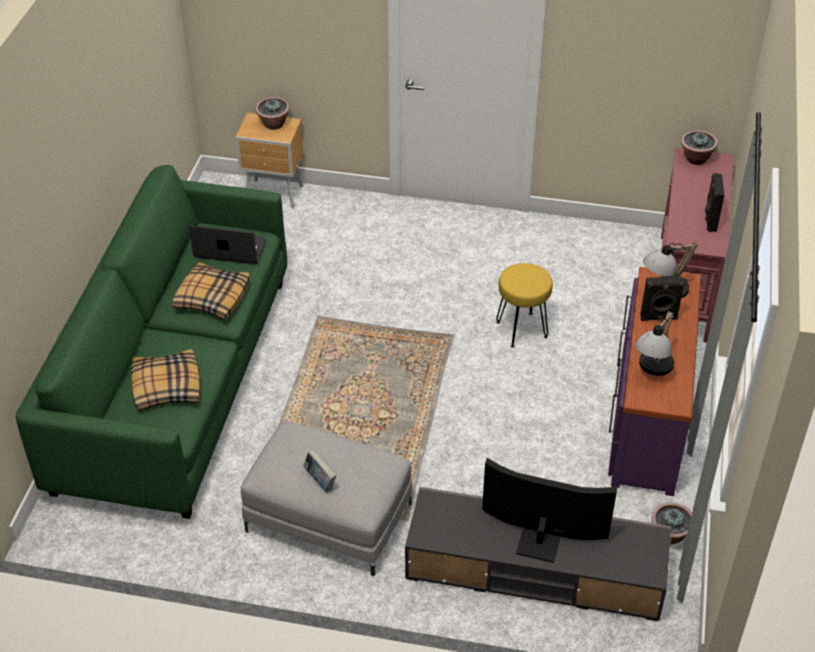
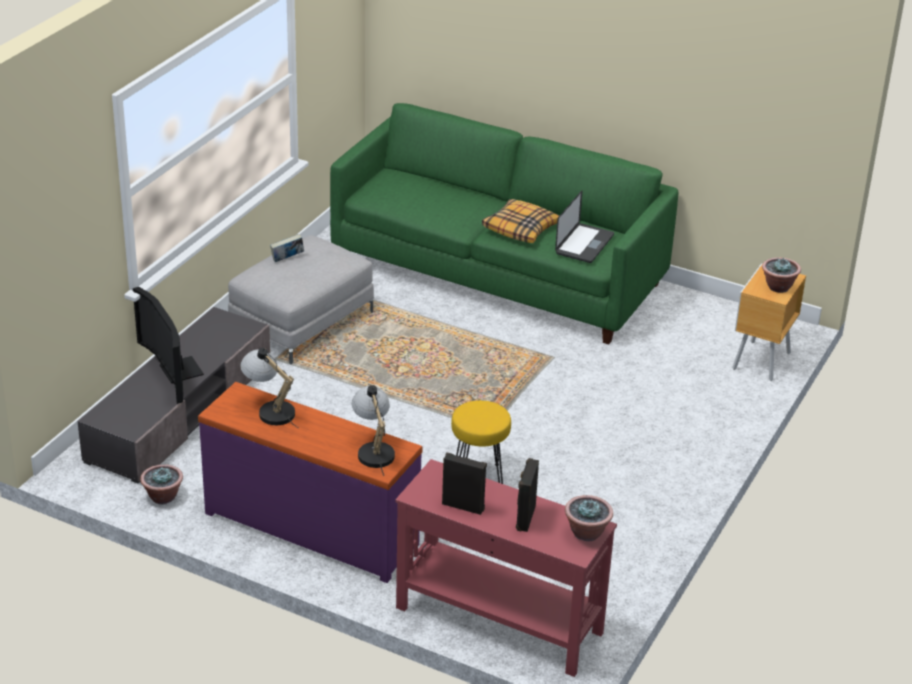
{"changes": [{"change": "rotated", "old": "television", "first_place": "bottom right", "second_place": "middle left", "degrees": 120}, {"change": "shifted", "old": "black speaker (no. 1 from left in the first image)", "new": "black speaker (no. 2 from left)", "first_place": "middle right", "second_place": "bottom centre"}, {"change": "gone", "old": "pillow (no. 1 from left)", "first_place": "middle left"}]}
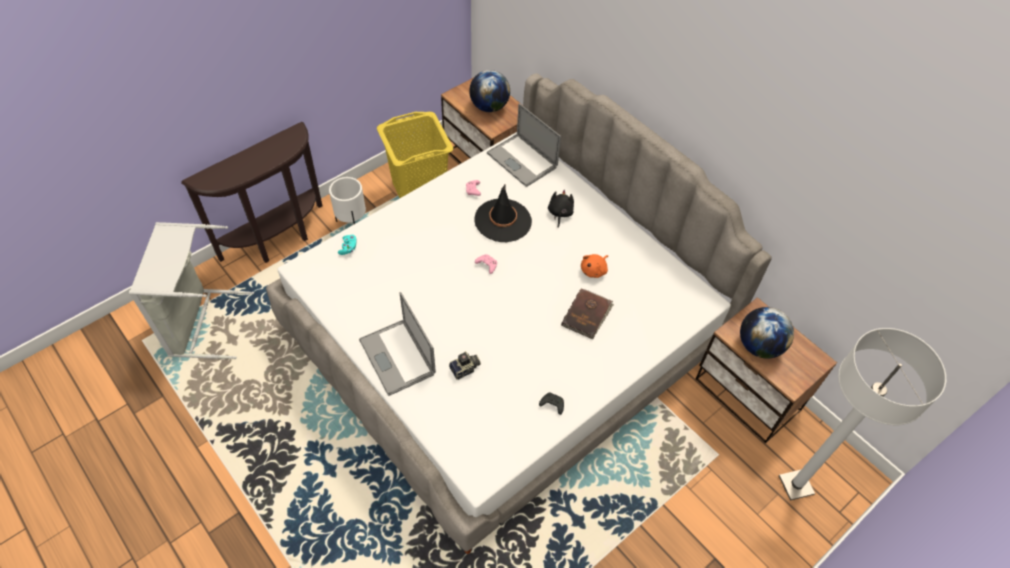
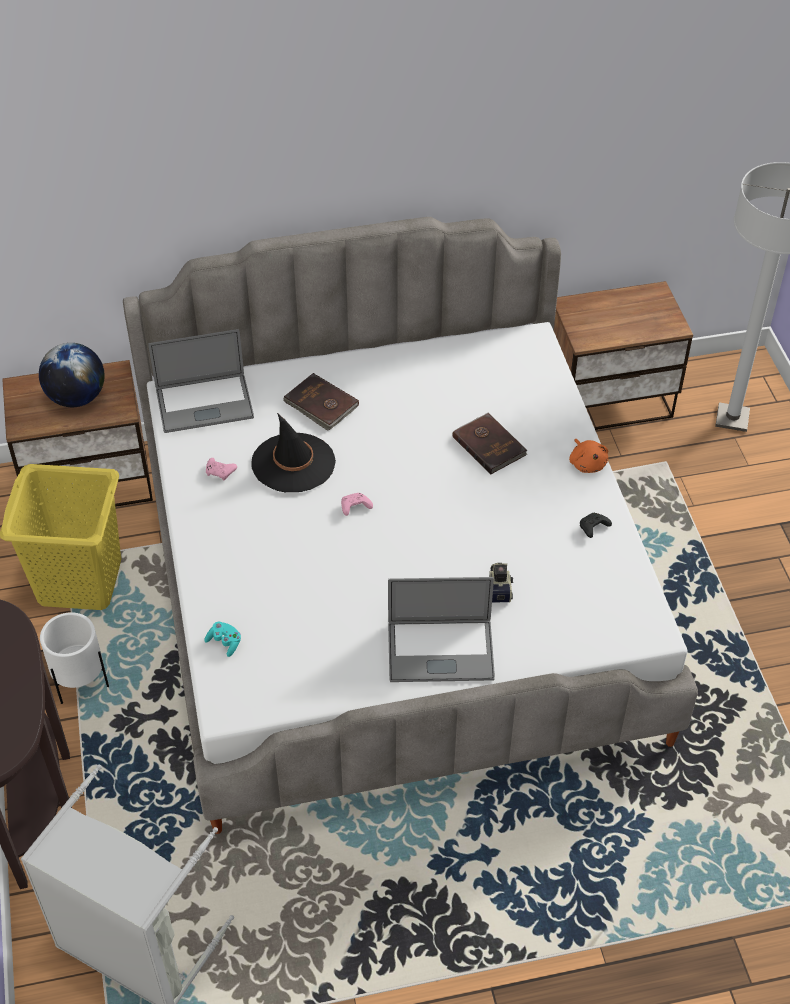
{"changes": [{"change": "swapped", "old": "black plush toy", "new": "brown book (no. 1 from left)", "first_place": "centre", "second_place": "centre"}, {"change": "shifted", "old": "orange plush toy", "first_place": "centre", "second_place": "middle right"}, {"change": "gone", "old": "globe (no. 2 from left)", "first_place": "middle right"}]}
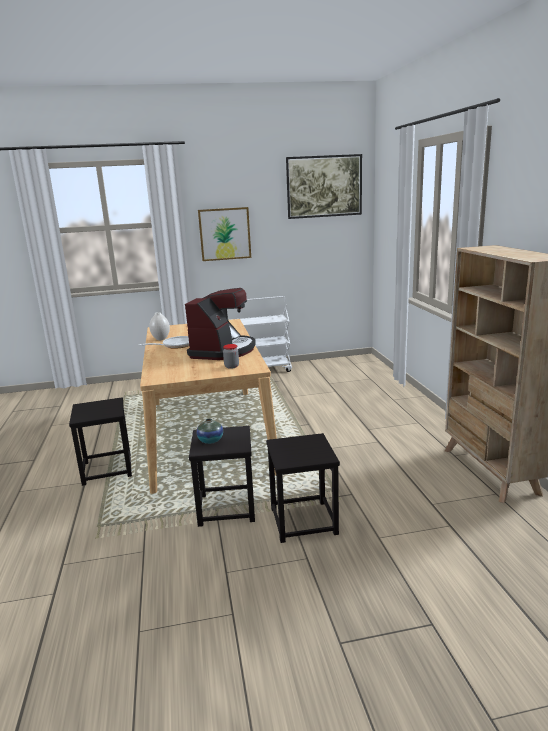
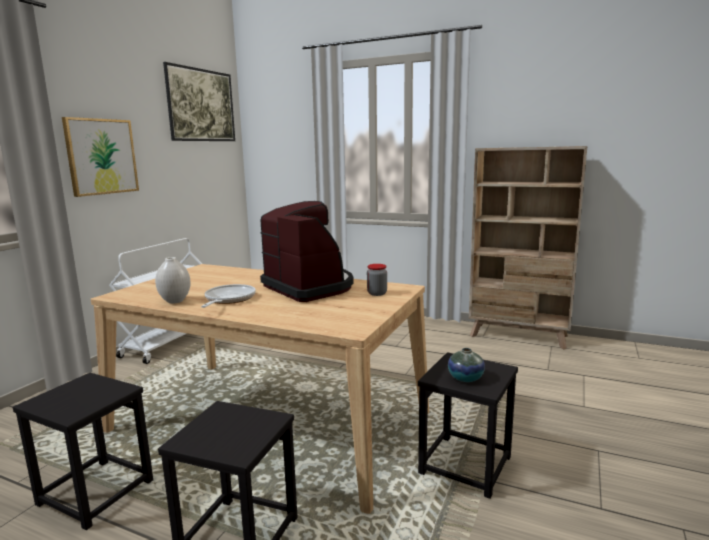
{"changes": [{"change": "shifted", "old": "black stool (no. 3 from left in the first image)", "new": "black stool (no. 1 from left)", "first_place": "bottom centre", "second_place": "bottom left"}]}
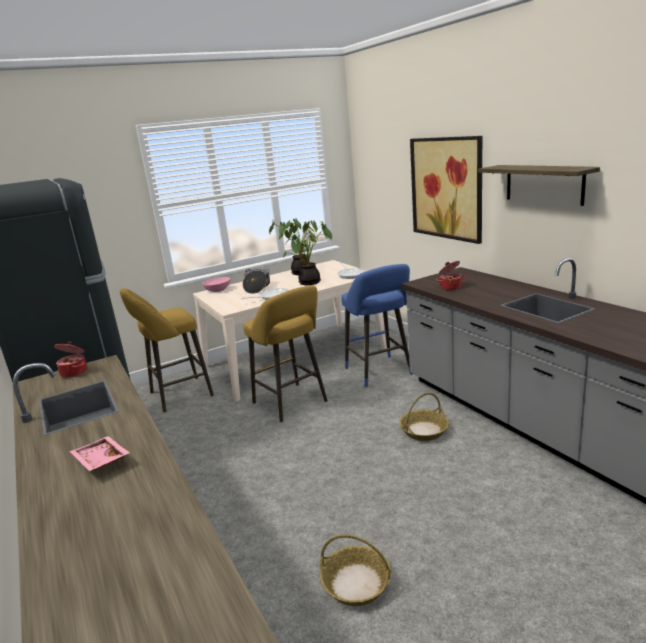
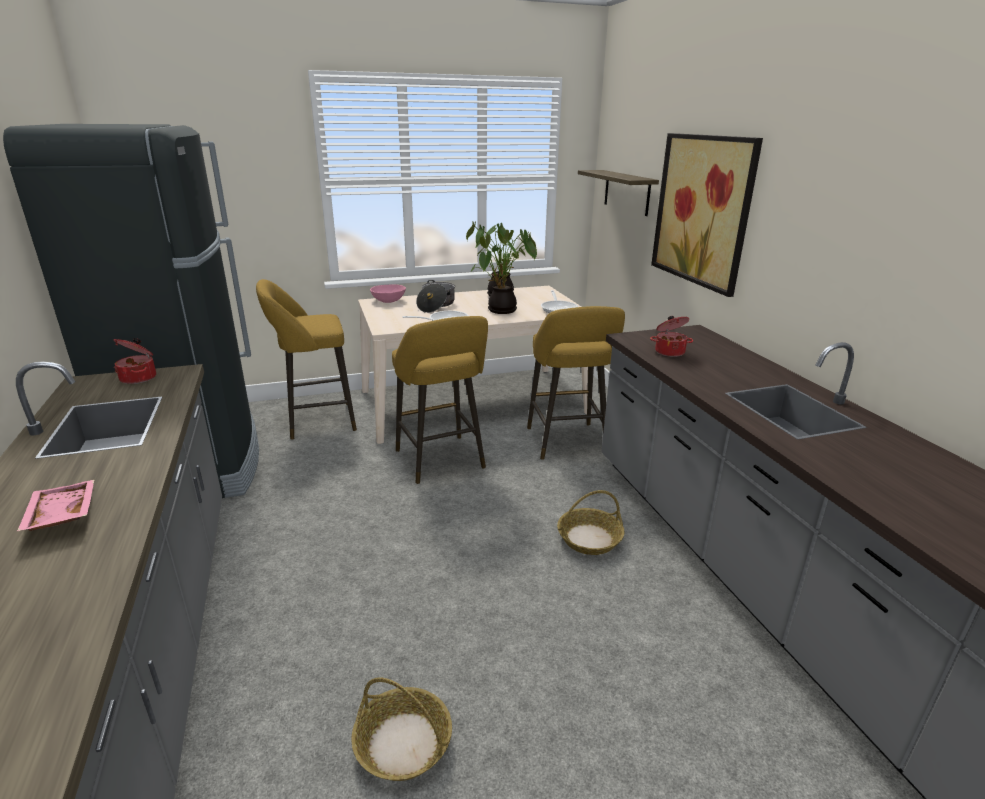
{"changes": [{"change": "repainted", "old": "blue stool", "new": "yellow stool (no. 3 from left)", "first_place": "centre", "second_place": "centre"}, {"change": "shifted", "old": "shelf", "first_place": "top right", "second_place": "top centre"}]}
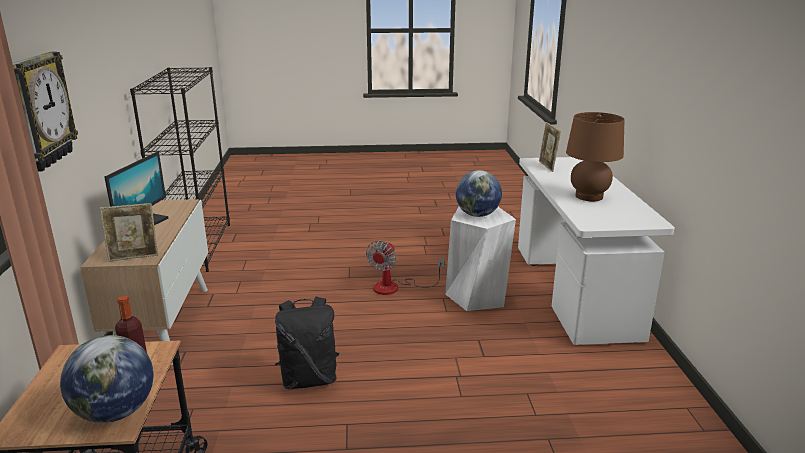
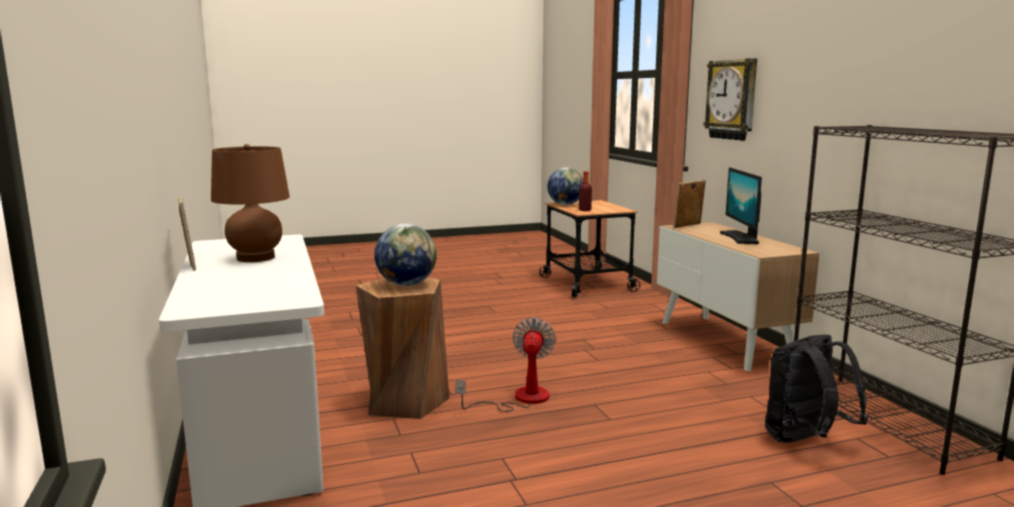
{"changes": [{"change": "shifted", "old": "picture frame (no. 2 from left in the first image)", "new": "picture frame (no. 1 from left)", "first_place": "top right", "second_place": "middle left"}, {"change": "repainted", "old": "white stool", "new": "brown stool", "first_place": "centre", "second_place": "bottom centre"}, {"change": "shifted", "old": "black backpack", "first_place": "bottom centre", "second_place": "bottom right"}]}
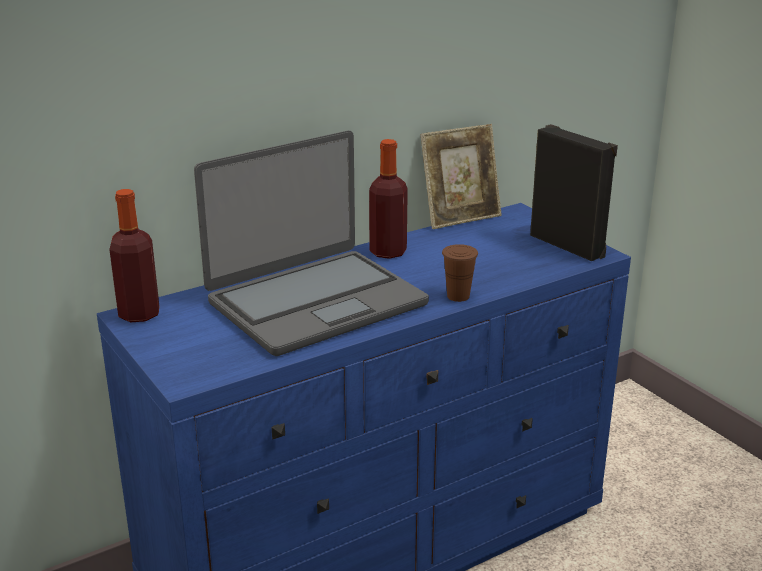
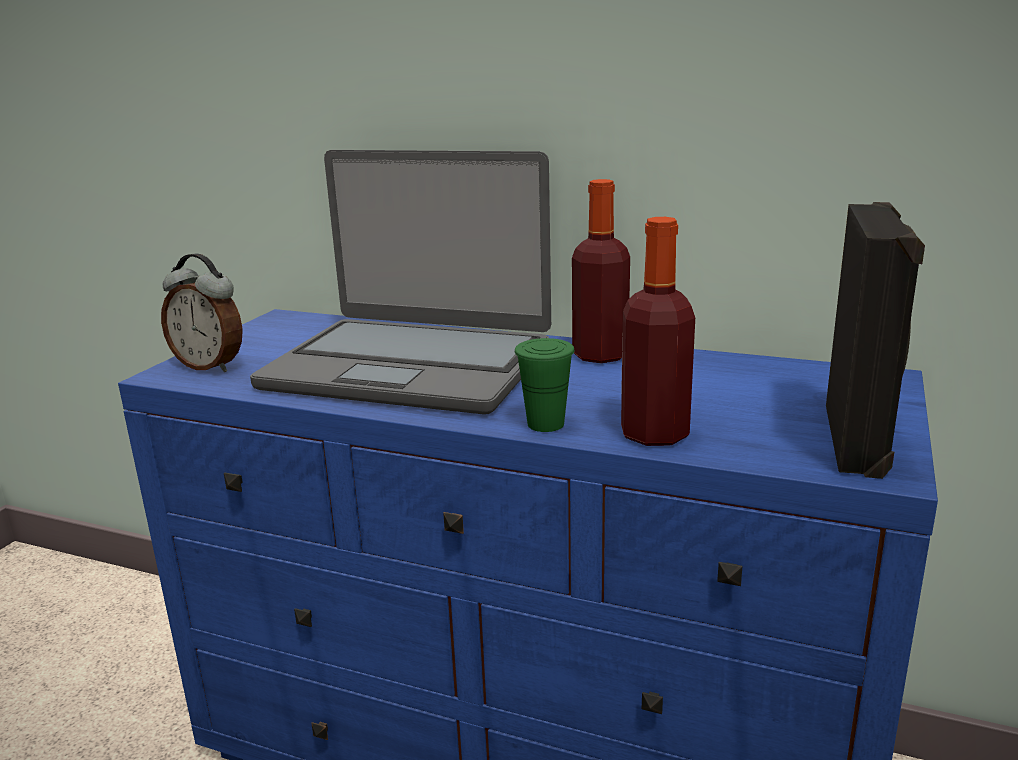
{"changes": [{"change": "new", "new": "alarm clock", "second_place": "middle left"}, {"change": "repainted", "old": "brown cup", "new": "green cup", "first_place": "centre", "second_place": "centre"}, {"change": "shifted", "old": "bottle (no. 1 from left in the first image)", "new": "bottle (no. 2 from left)", "first_place": "middle left", "second_place": "centre"}, {"change": "gone", "old": "picture frame", "first_place": "top centre"}]}
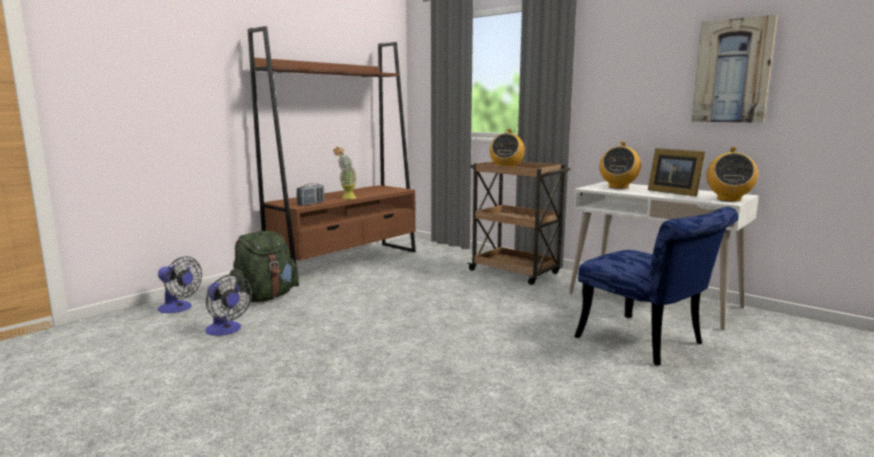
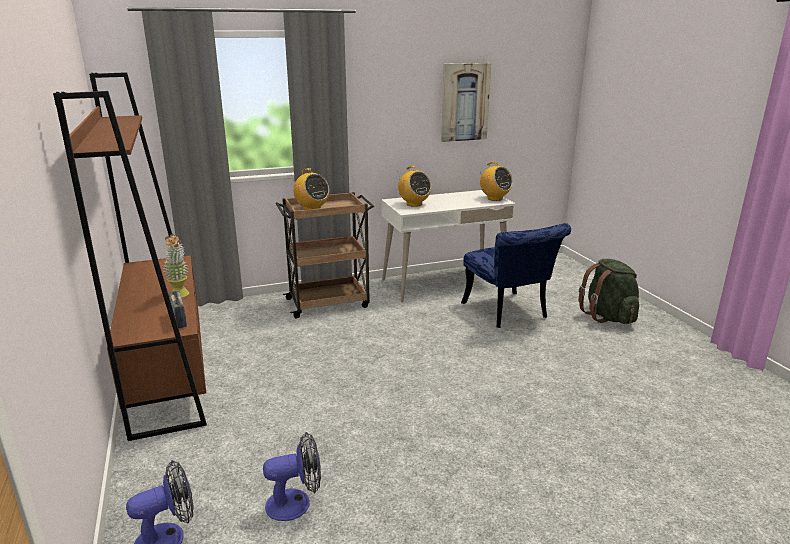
{"changes": [{"change": "rotated", "old": "blue chair", "first_place": "middle right", "second_place": "centre", "degrees": 75}, {"change": "shifted", "old": "green backpack", "first_place": "middle left", "second_place": "middle right"}, {"change": "gone", "old": "picture frame", "first_place": "middle right"}]}
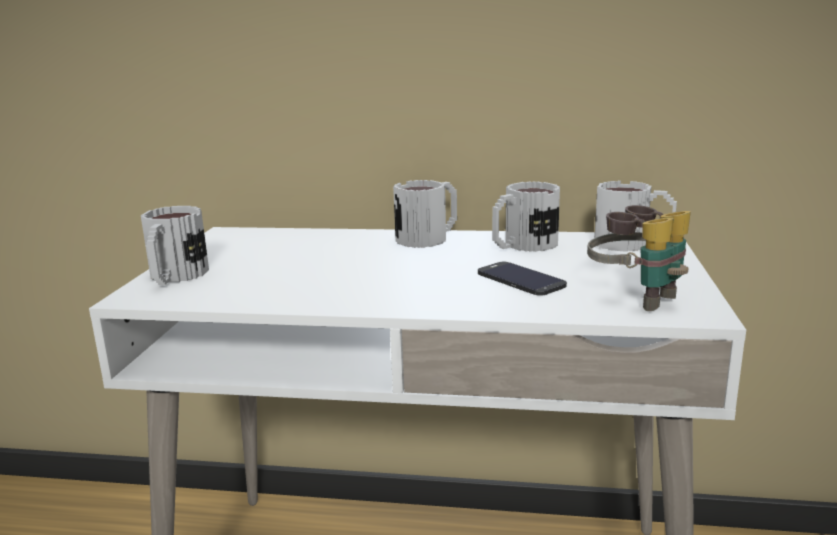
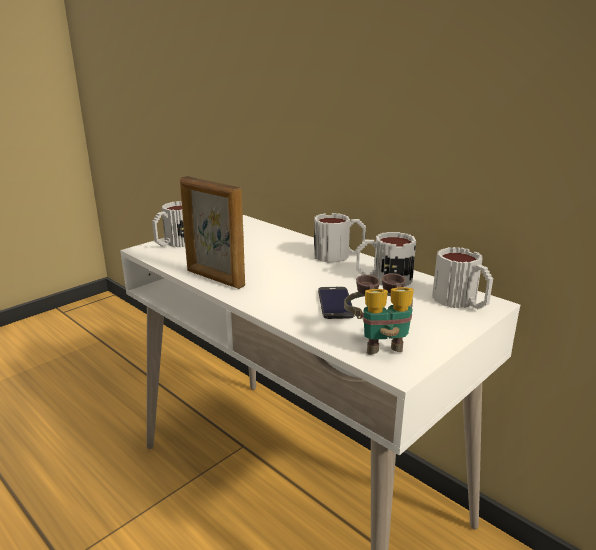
{"changes": [{"change": "new", "new": "picture frame", "second_place": "centre"}]}
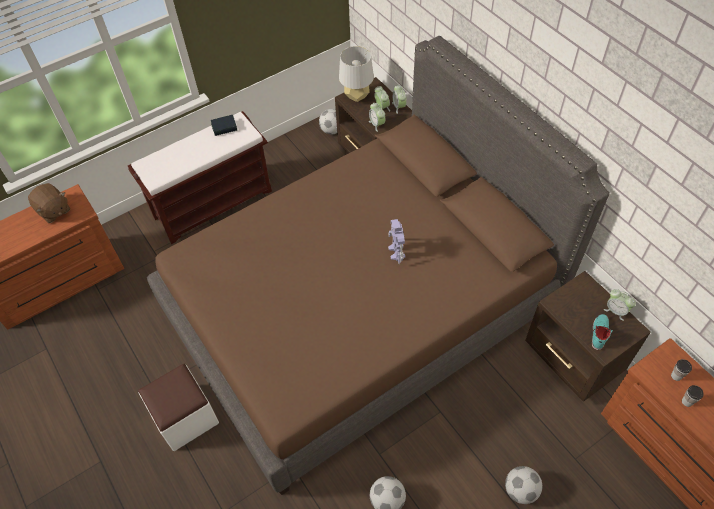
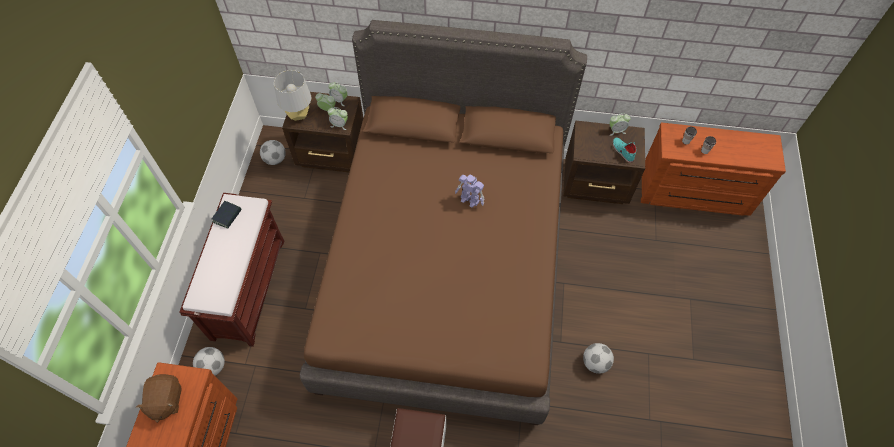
{"changes": [{"change": "rotated", "old": "brown plush toy", "first_place": "middle left", "second_place": "bottom left", "degrees": 90}, {"change": "shifted", "old": "football (no. 3 from left in the first image)", "new": "football (no. 1 from left)", "first_place": "bottom right", "second_place": "bottom left"}]}
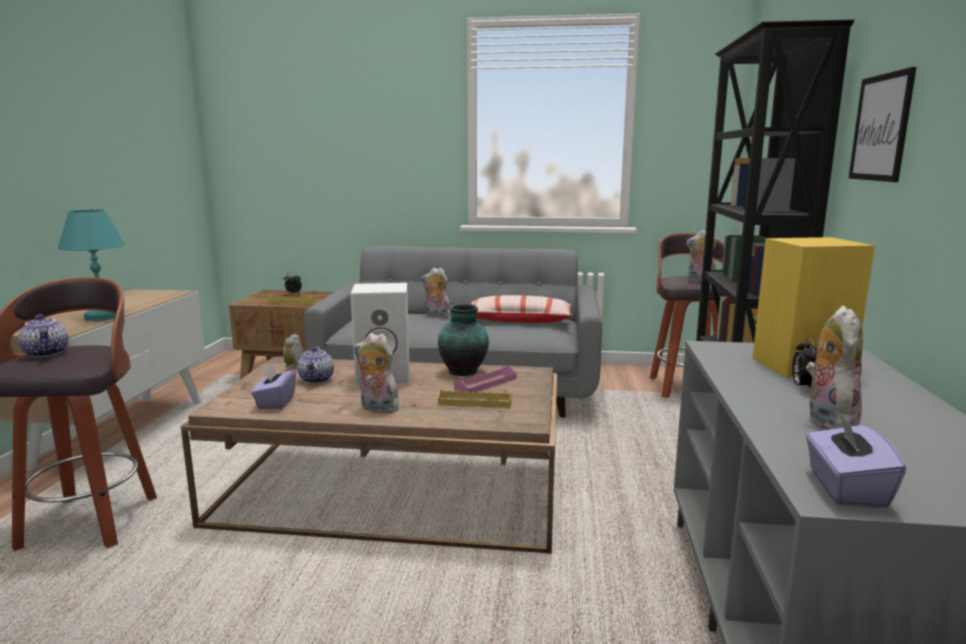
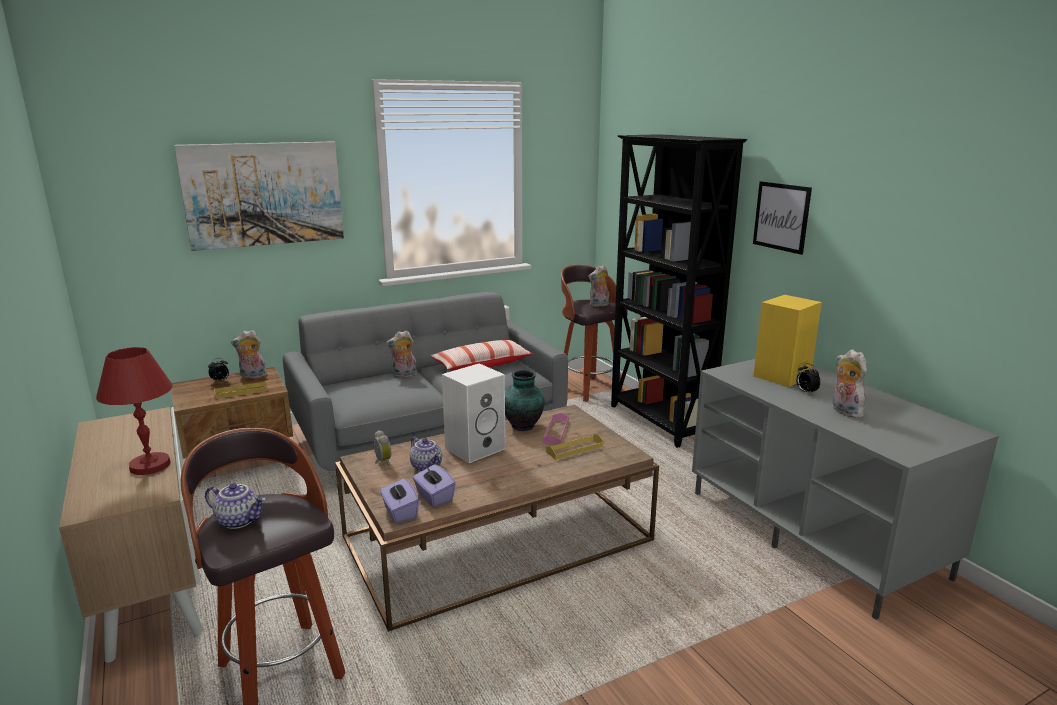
{"changes": [{"change": "repainted", "old": "turquoise table lamp", "new": "red table lamp", "first_place": "middle left", "second_place": "middle left"}, {"change": "new", "new": "picture (no. 1 from left)", "second_place": "top left"}, {"change": "shifted", "old": "plush toy (no. 1 from left)", "first_place": "centre", "second_place": "middle left"}, {"change": "shifted", "old": "purple tissue box (no. 2 from left in the first image)", "new": "purple tissue box (no. 1 from left)", "first_place": "bottom right", "second_place": "bottom centre"}]}
